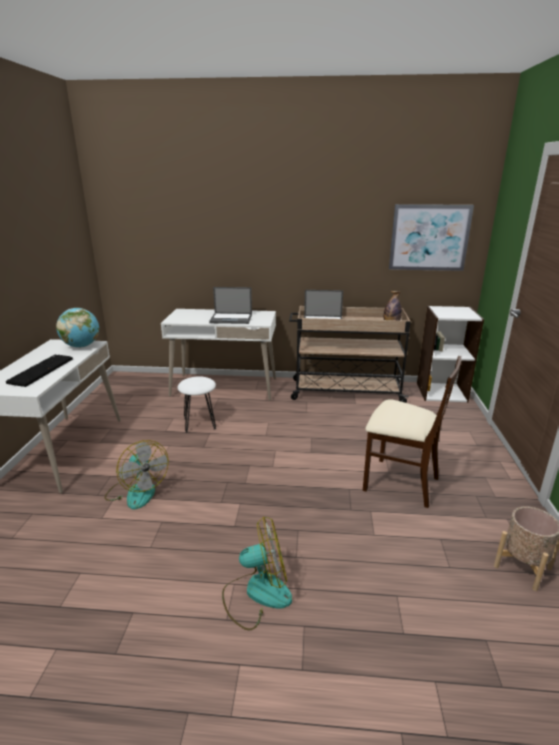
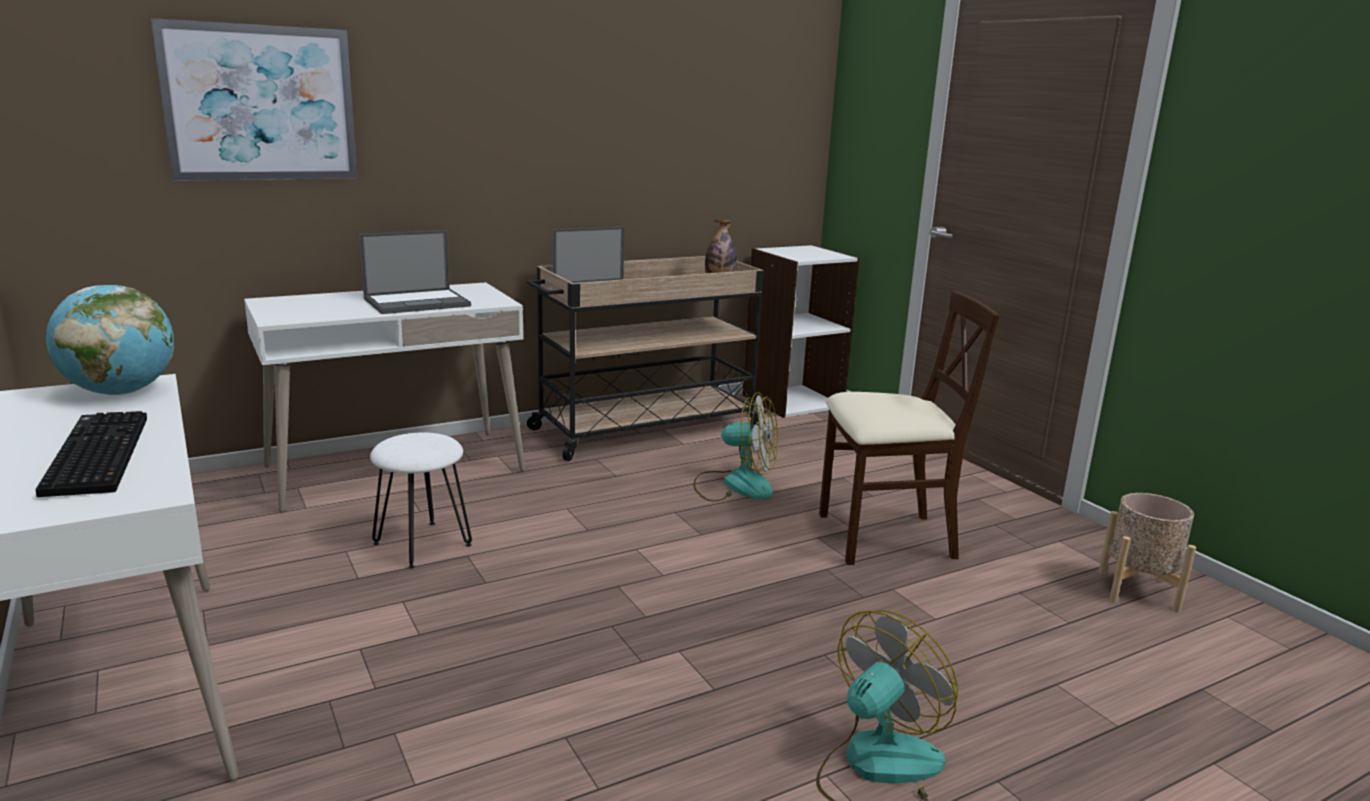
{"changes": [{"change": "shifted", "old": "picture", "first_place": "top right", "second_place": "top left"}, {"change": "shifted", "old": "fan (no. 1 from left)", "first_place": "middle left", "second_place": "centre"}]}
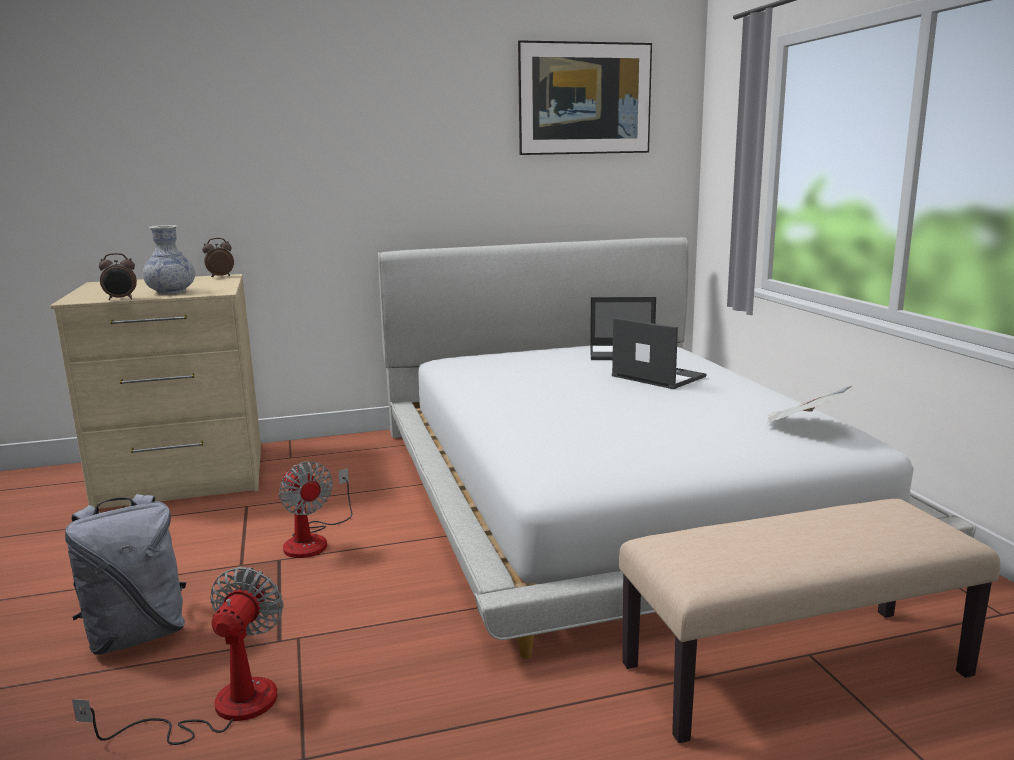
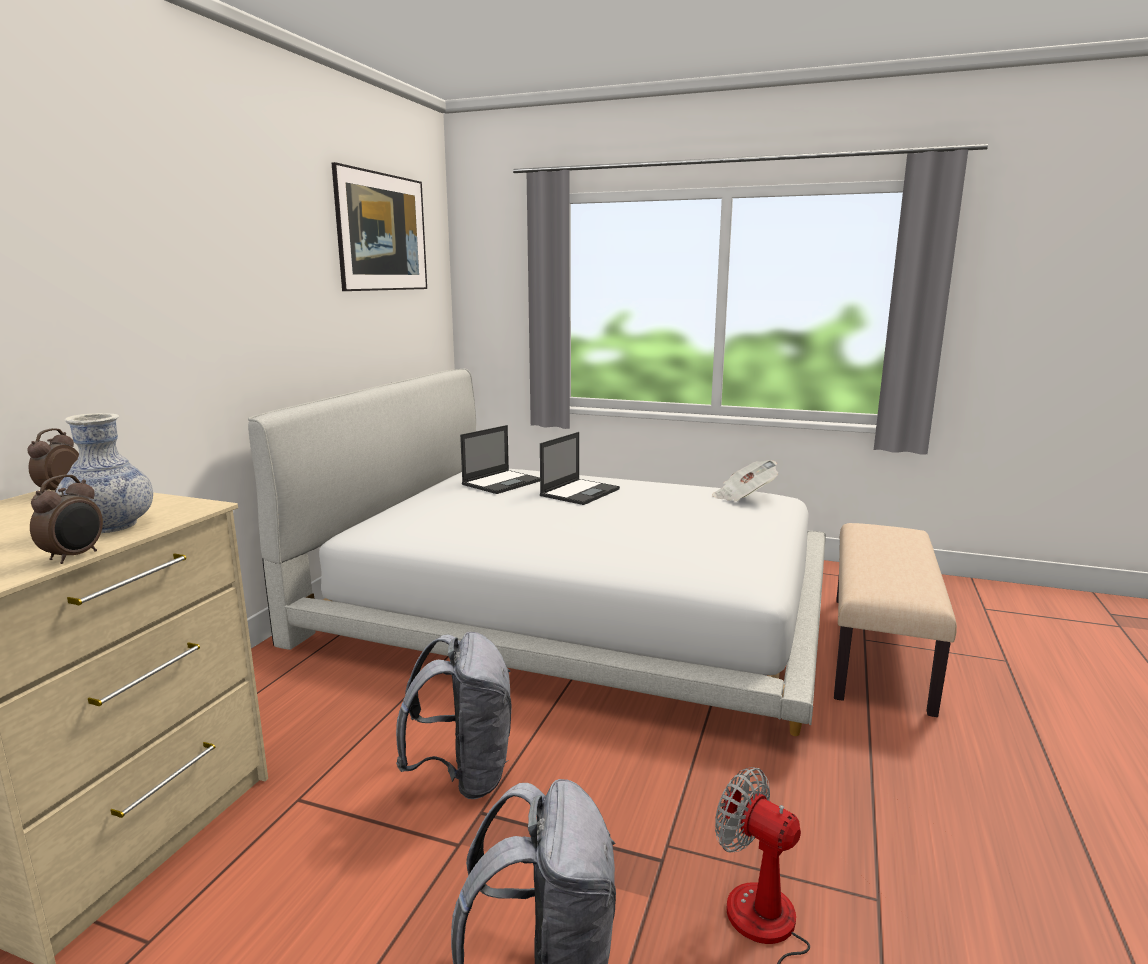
{"changes": [{"change": "swapped", "old": "fan (no. 2 from left)", "new": "grey backpack (no. 1 from left)", "first_place": "bottom left", "second_place": "bottom centre"}, {"change": "rotated", "old": "laptop (no. 2 from left)", "first_place": "centre", "second_place": "centre", "degrees": 135}]}
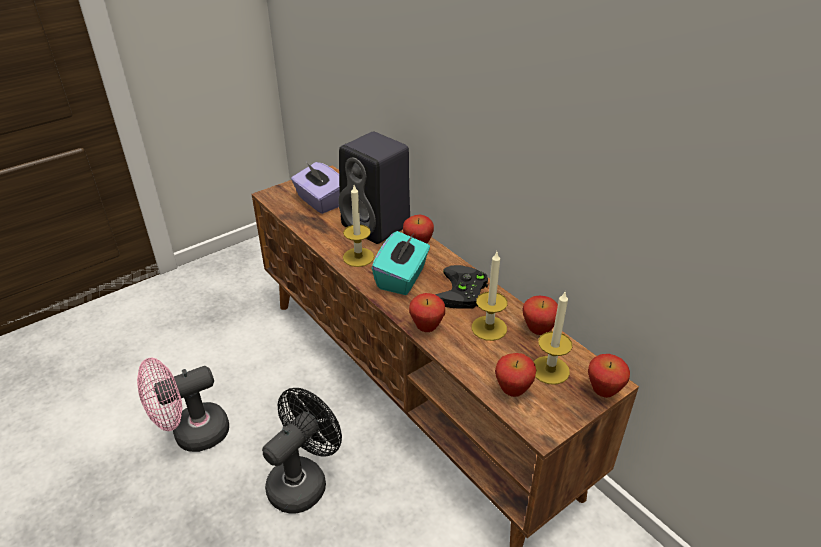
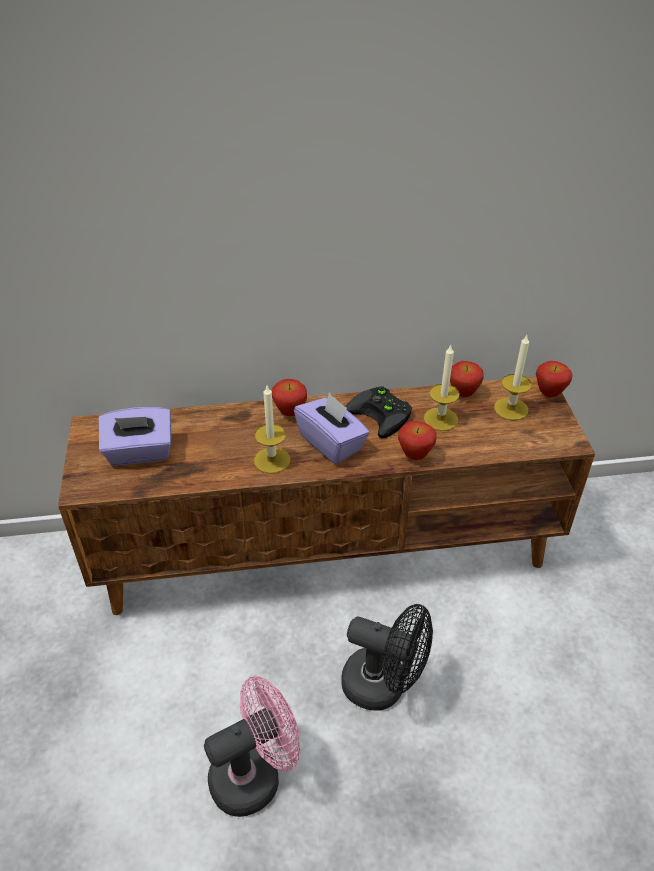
{"changes": [{"change": "rotated", "old": "pink fan", "first_place": "bottom left", "second_place": "bottom centre", "degrees": -120}, {"change": "repainted", "old": "turquoise tissue box", "new": "purple tissue box (no. 2 from left)", "first_place": "centre", "second_place": "centre"}, {"change": "rotated", "old": "black fan", "first_place": "bottom centre", "second_place": "bottom centre", "degrees": 135}, {"change": "gone", "old": "black speaker", "first_place": "centre"}, {"change": "gone", "old": "apple (no. 3 from left)", "first_place": "bottom centre"}]}
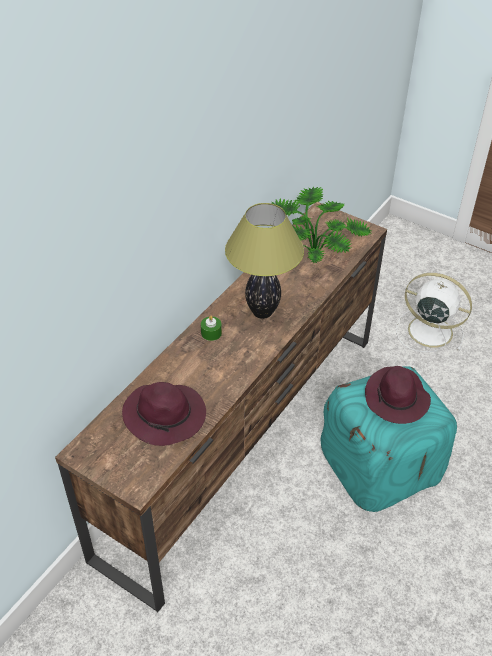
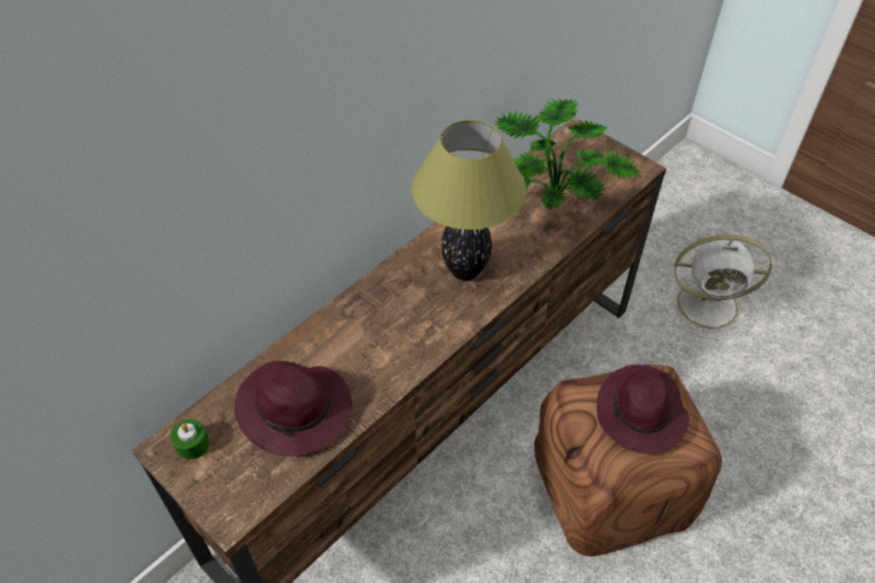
{"changes": [{"change": "shifted", "old": "green candle", "first_place": "centre", "second_place": "bottom left"}, {"change": "repainted", "old": "turquoise ottoman", "new": "brown ottoman", "first_place": "bottom right", "second_place": "bottom right"}, {"change": "rotated", "old": "white fan", "first_place": "middle right", "second_place": "middle right", "degrees": 150}]}
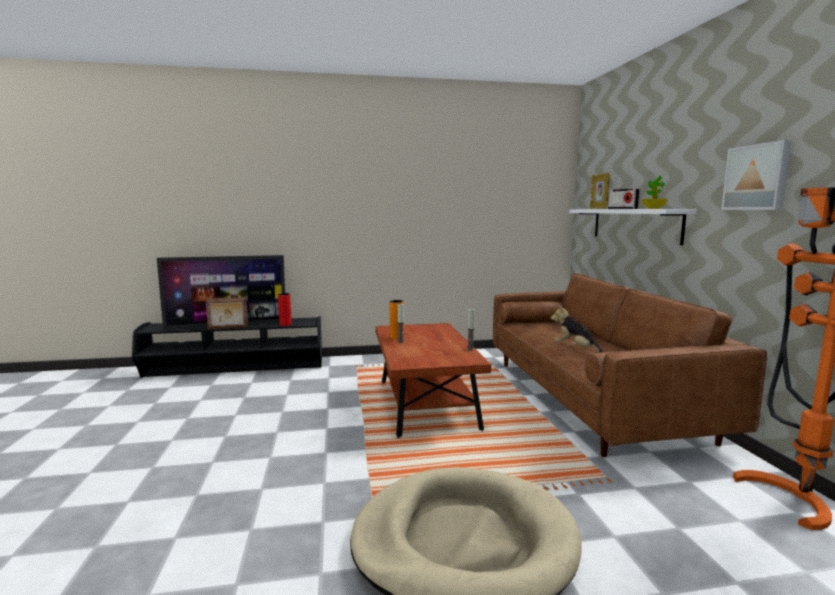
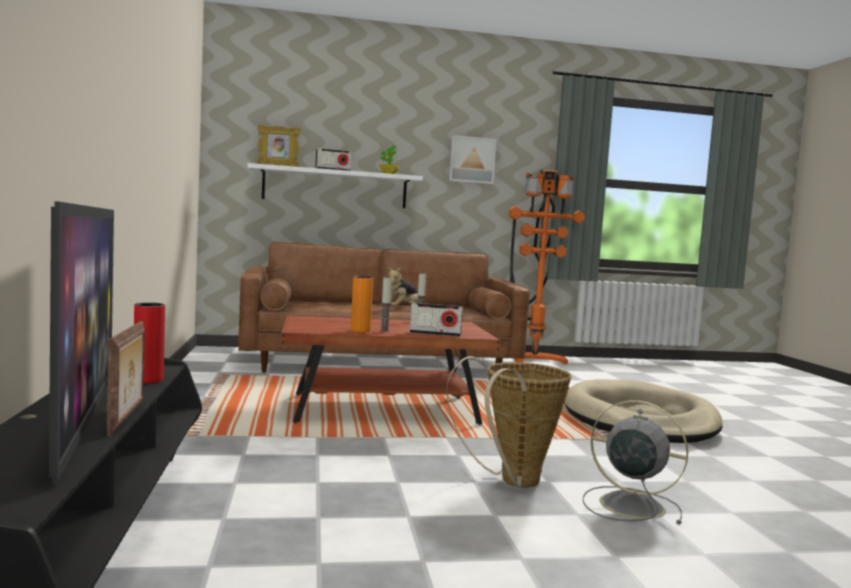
{"changes": [{"change": "new", "new": "radio (no. 2 from left)", "second_place": "centre"}, {"change": "new", "new": "basket", "second_place": "bottom centre"}, {"change": "new", "new": "grey fan", "second_place": "bottom right"}]}
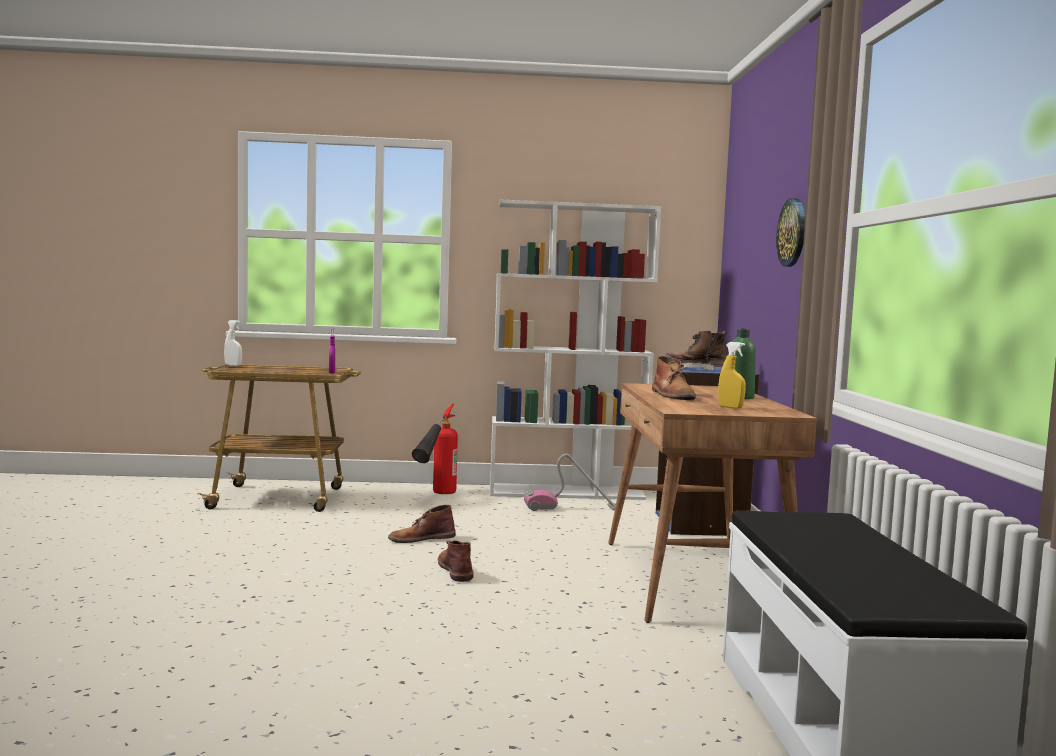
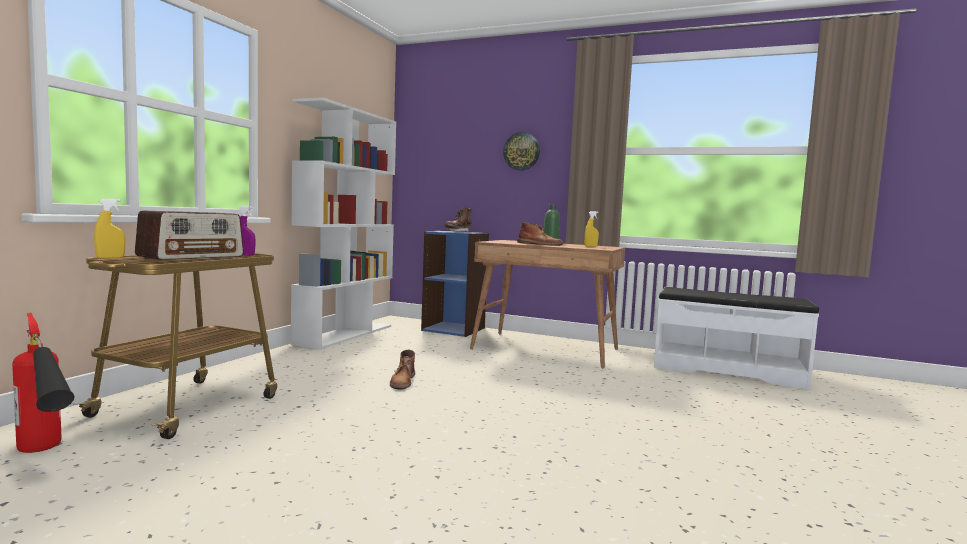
{"changes": [{"change": "shifted", "old": "fire extinguisher", "first_place": "centre", "second_place": "bottom left"}, {"change": "repainted", "old": "white spray bottle", "new": "yellow spray bottle (no. 1 from left)", "first_place": "middle left", "second_place": "middle left"}, {"change": "new", "new": "radio", "second_place": "middle left"}, {"change": "gone", "old": "brown boot (no. 2 from left)", "first_place": "bottom centre"}, {"change": "gone", "old": "vacuum cleaner", "first_place": "centre"}]}
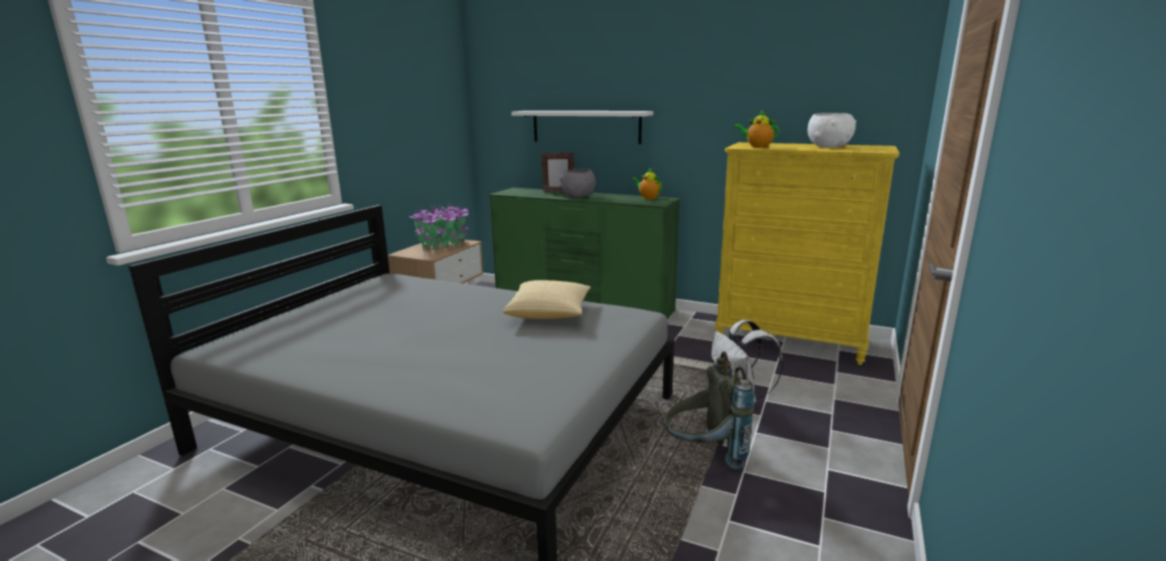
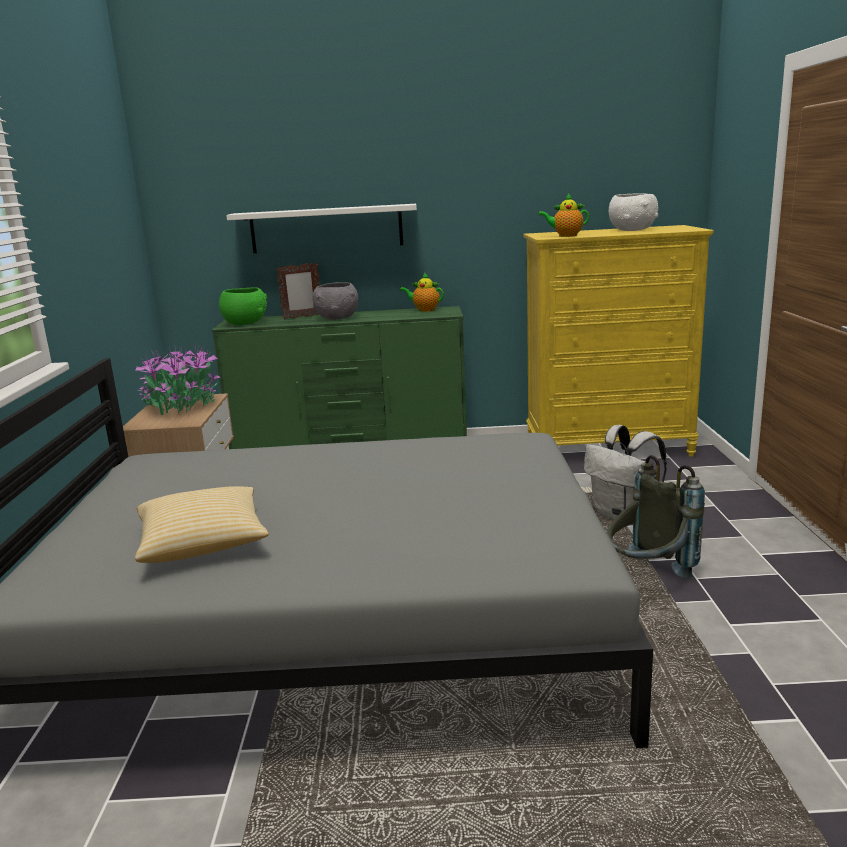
{"changes": [{"change": "shifted", "old": "pillow", "first_place": "centre", "second_place": "middle left"}, {"change": "new", "new": "green bowl", "second_place": "middle left"}]}
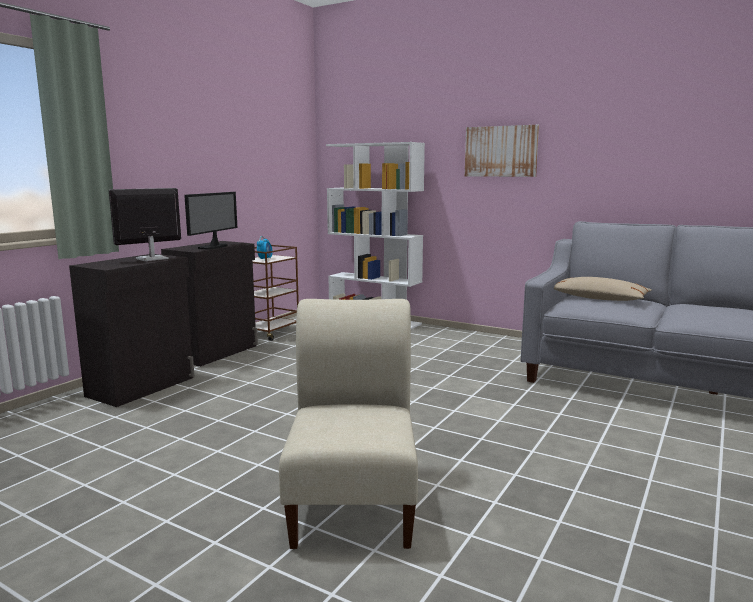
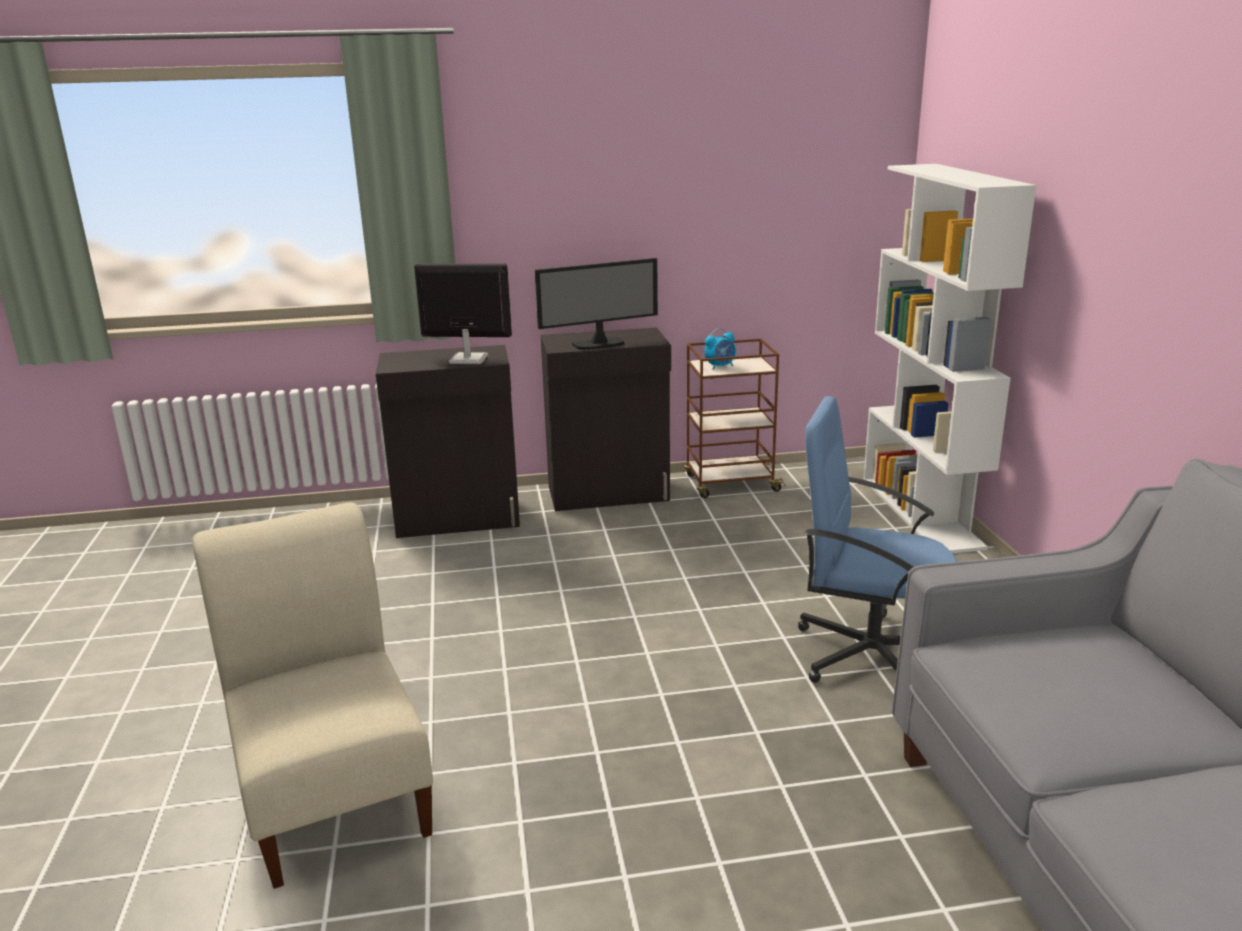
{"changes": [{"change": "rotated", "old": "beige chair", "first_place": "bottom centre", "second_place": "bottom left", "degrees": -75}, {"change": "new", "new": "blue office chair", "second_place": "middle right"}, {"change": "gone", "old": "picture", "first_place": "top right"}, {"change": "gone", "old": "beige pillow", "first_place": "middle right"}]}
